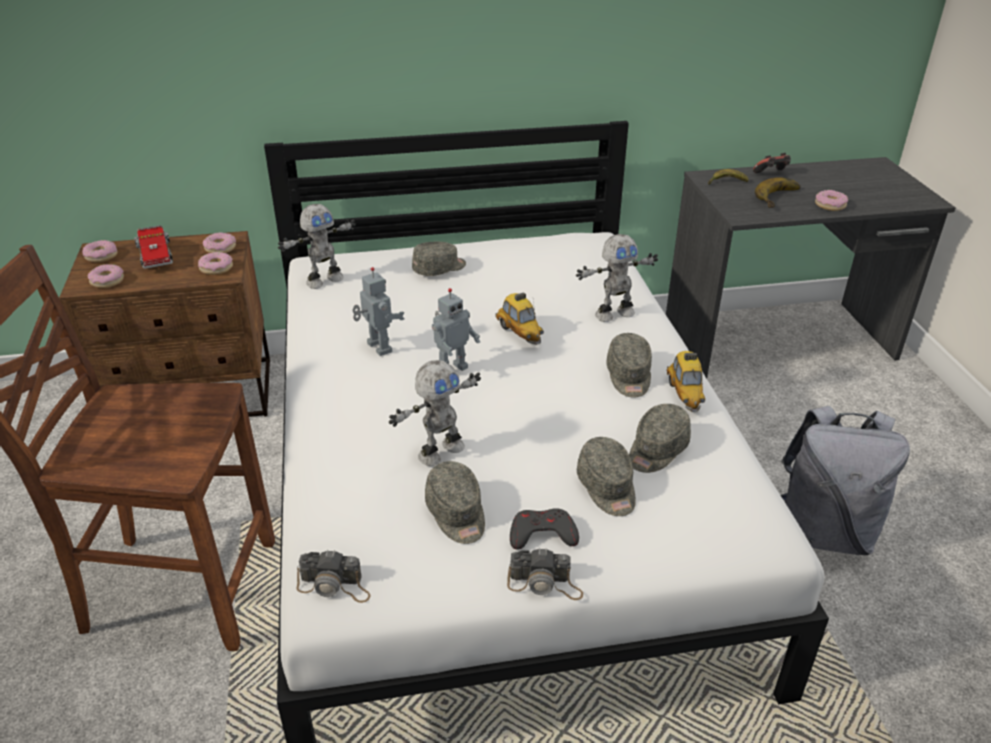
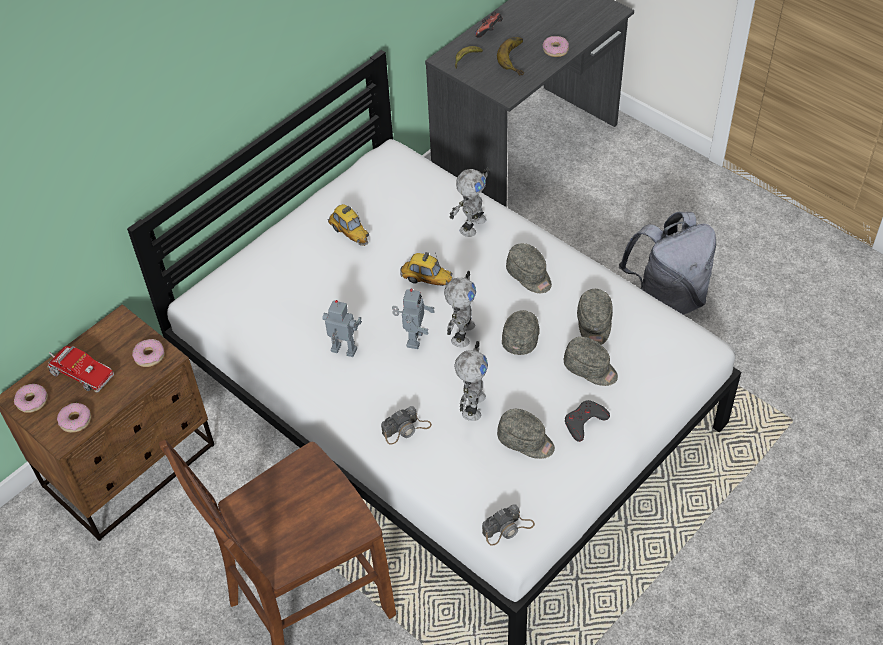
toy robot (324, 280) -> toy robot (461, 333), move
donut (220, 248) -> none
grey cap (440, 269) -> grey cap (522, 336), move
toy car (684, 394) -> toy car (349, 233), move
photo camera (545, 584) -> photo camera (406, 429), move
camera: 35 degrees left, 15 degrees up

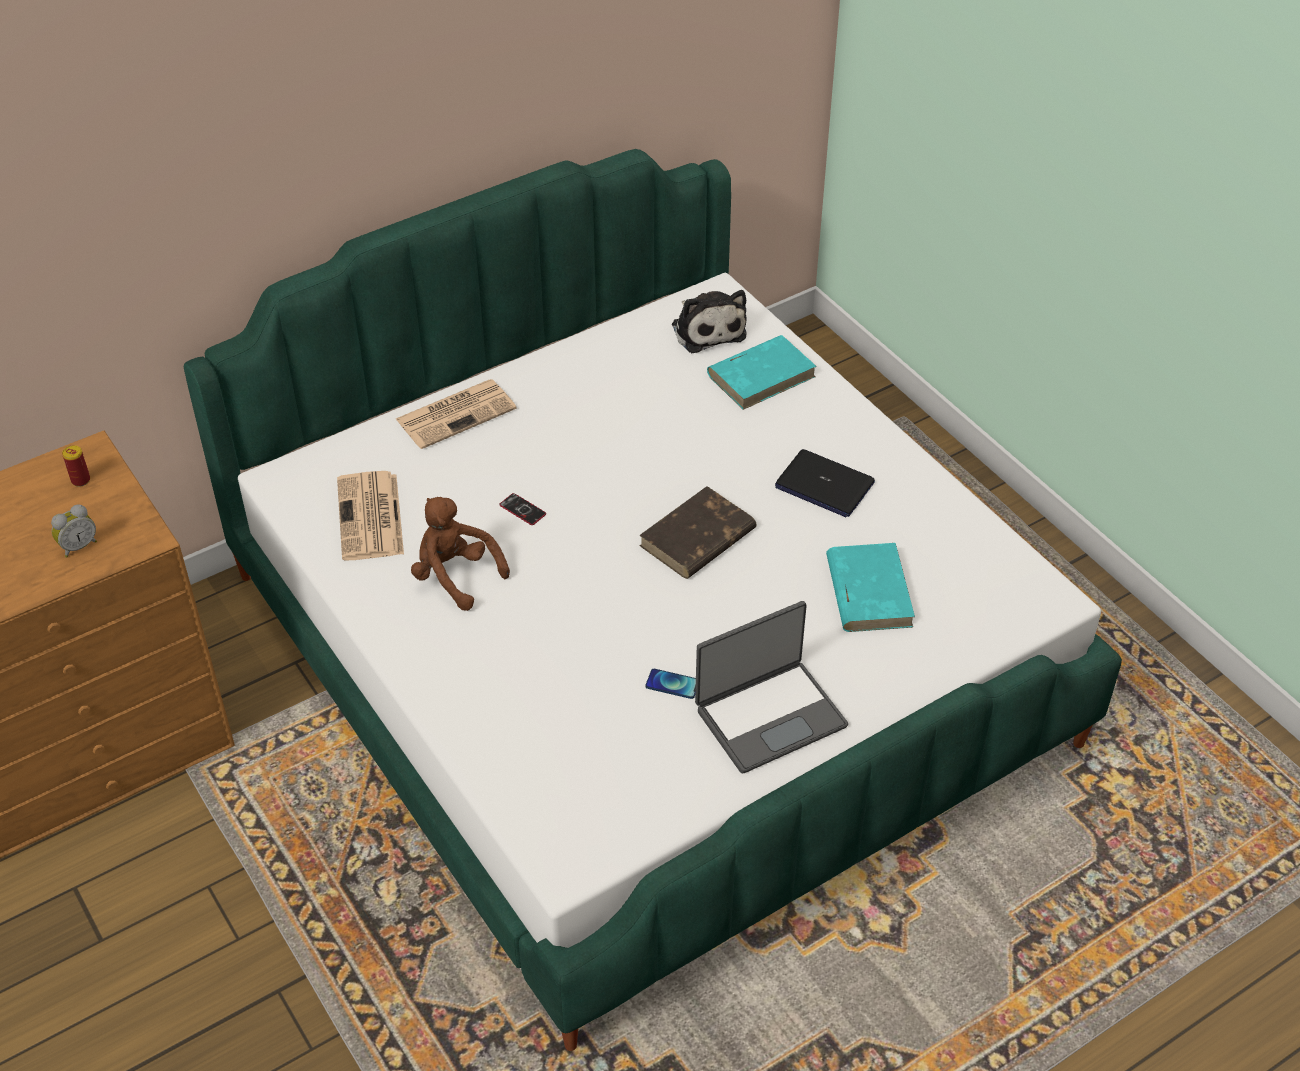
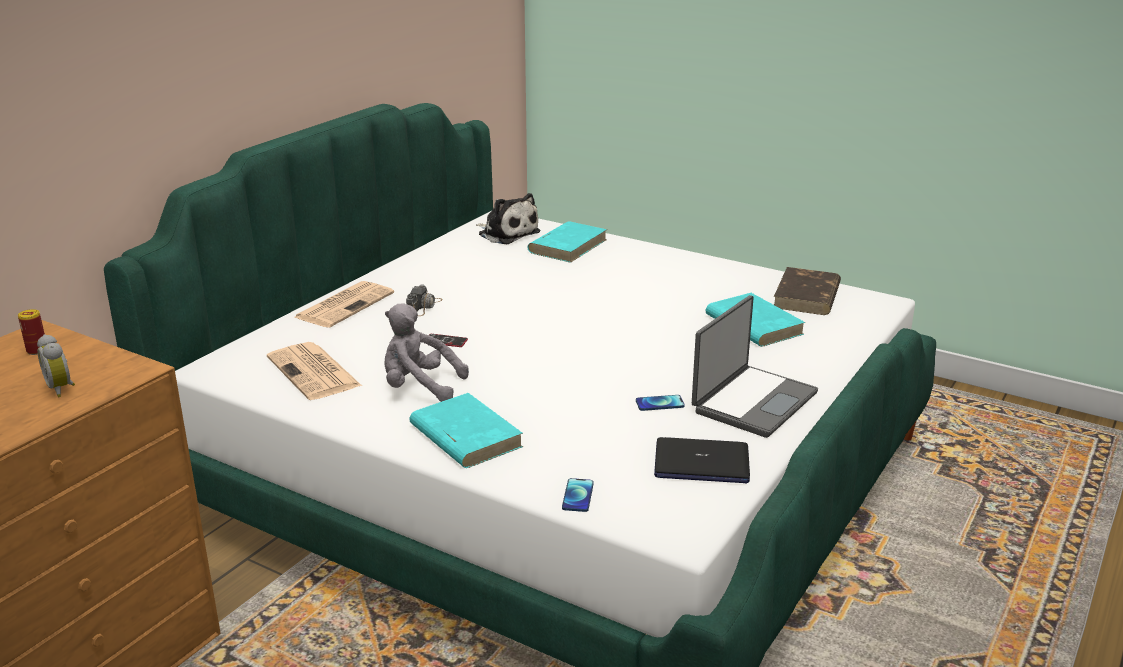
laptop (824, 485) -> laptop (701, 463), move
brown book (697, 538) -> brown book (806, 296), move
brown plush toy (455, 576) -> grey plush toy (419, 387)
alarm clock (78, 546) -> alarm clock (62, 388), 120 degrees clockwise
none -> photo camera (424, 306)
none -> turquoise book (465, 436)
none -> phone (578, 496)
camera: 25 degrees left, 20 degrees down

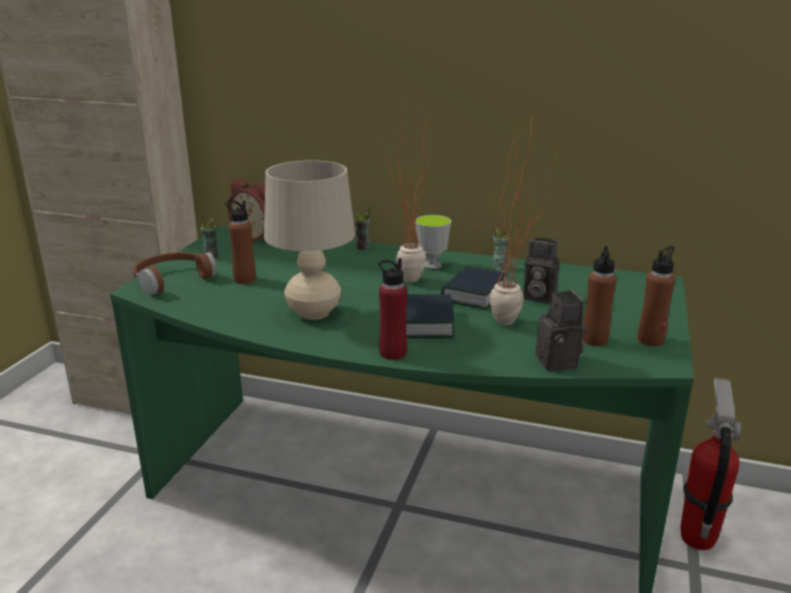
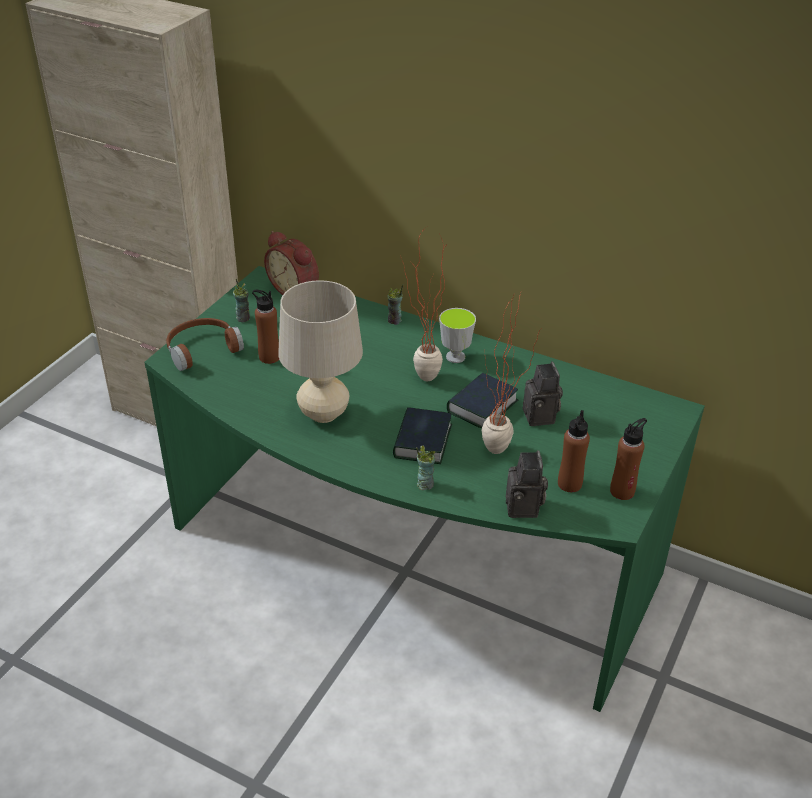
cup (499, 267) -> cup (425, 484), move
photo camera (537, 296) -> photo camera (541, 417), 135 degrees counterclockwise
red bottle (393, 353) -> none
fire extinguisher (697, 537) -> none
camera: 10 degrees right, 15 degrees up

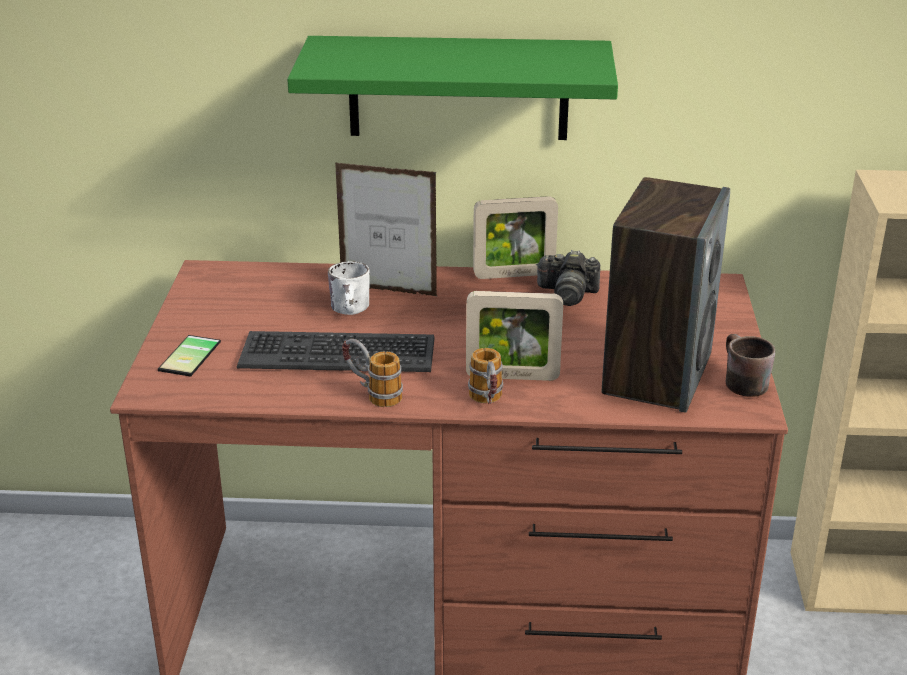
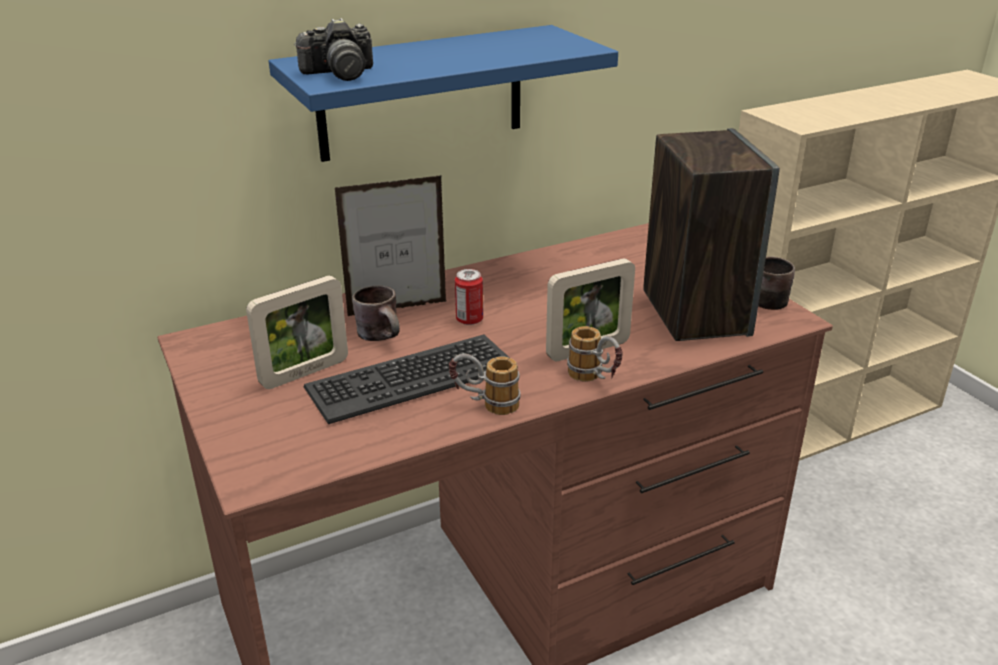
green shelf (458, 88) -> blue shelf (421, 93)
picture frame (514, 274) -> picture frame (304, 373), move
photo camera (567, 294) -> photo camera (340, 74), move
white mug (353, 311) -> brown mug (384, 335)
phone (193, 356) -> none
none -> can (469, 320)
camera: 30 degrees left, 0 degrees up

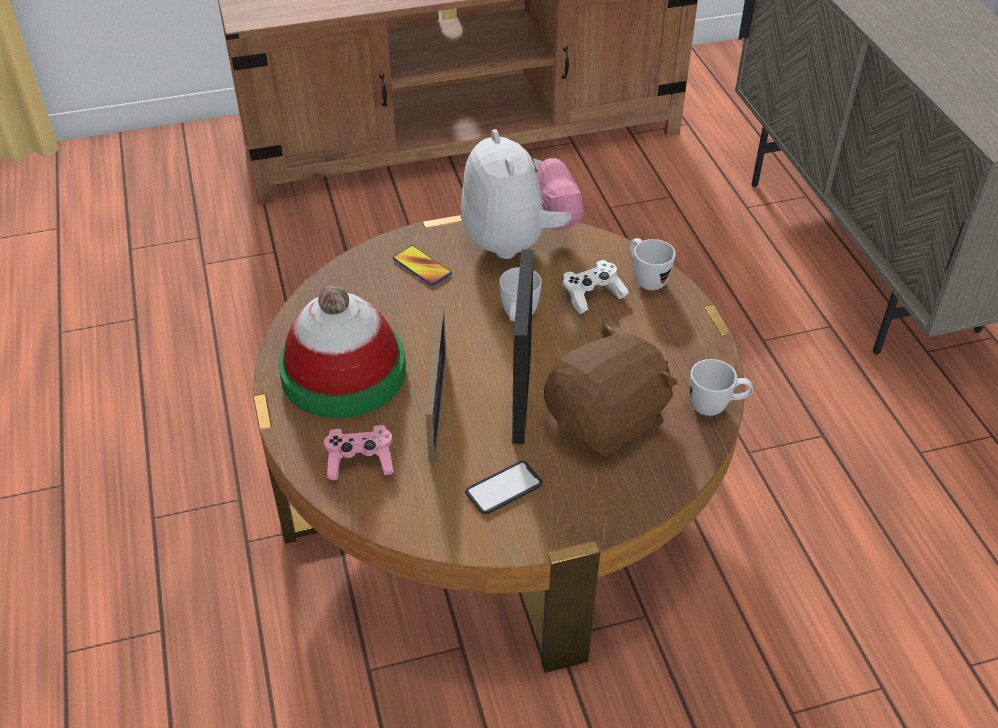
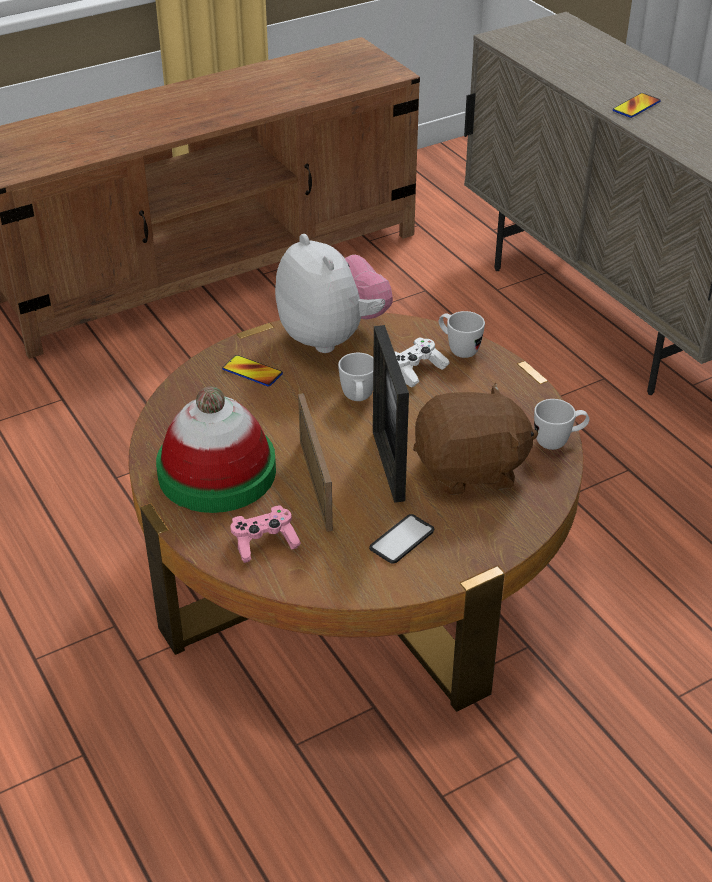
brown plush toy (608, 421) -> brown plush toy (470, 469), 45 degrees clockwise
none -> phone (636, 106)
camera: 15 degrees left, 5 degrees down

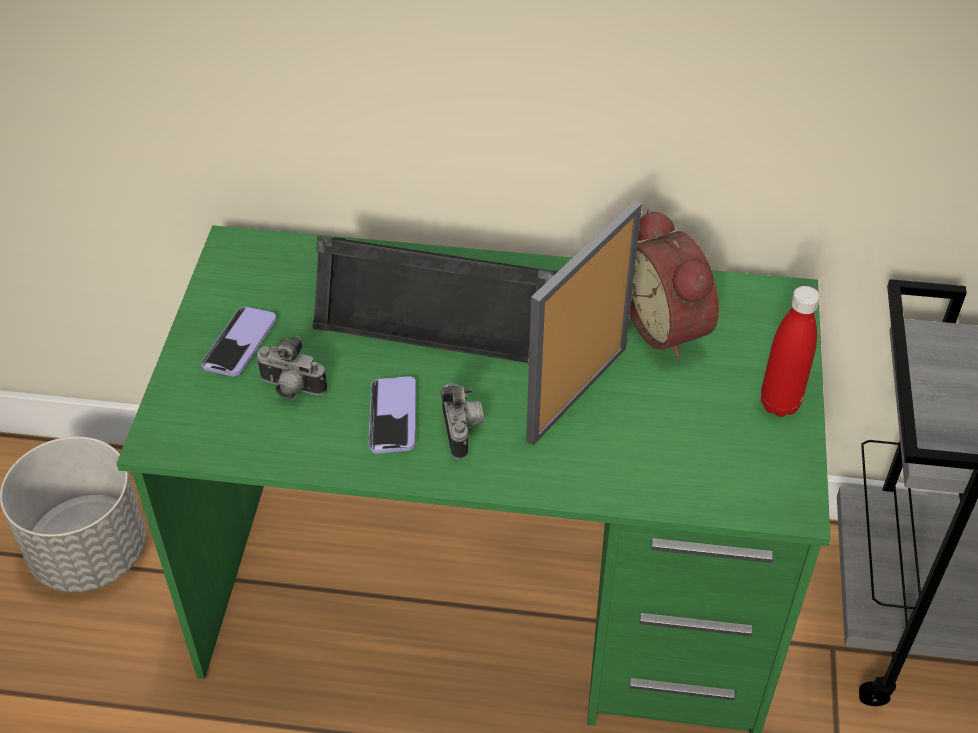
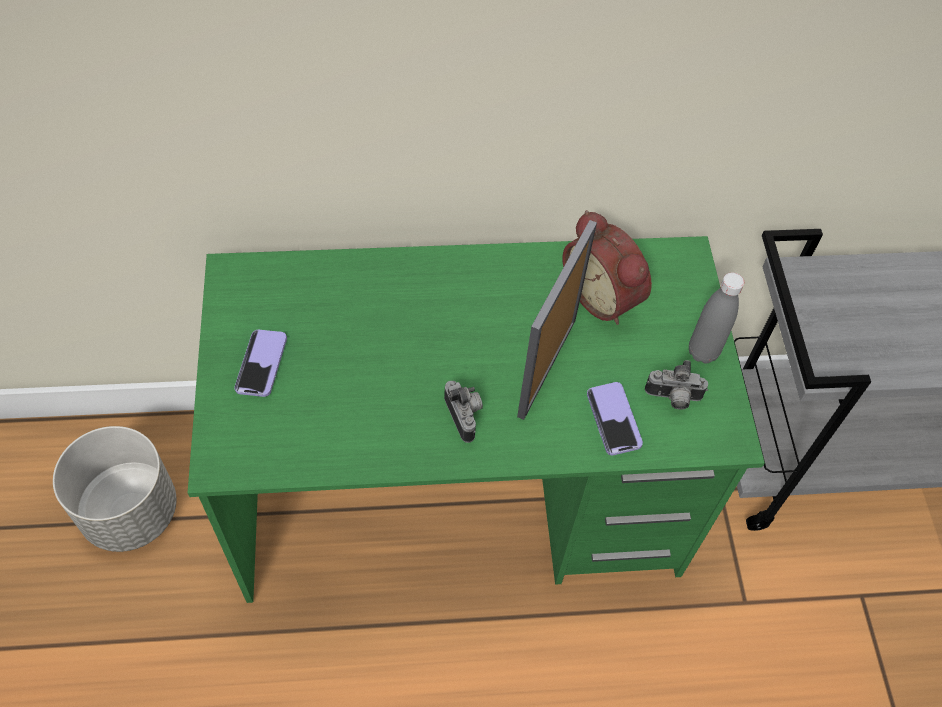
black speaker (438, 310) -> none
red bottle (779, 404) -> grey bottle (703, 352)
photo camera (290, 389) -> photo camera (673, 398), move
phone (393, 417) -> phone (613, 419), move
camera: 15 degrees left, 10 degrees up

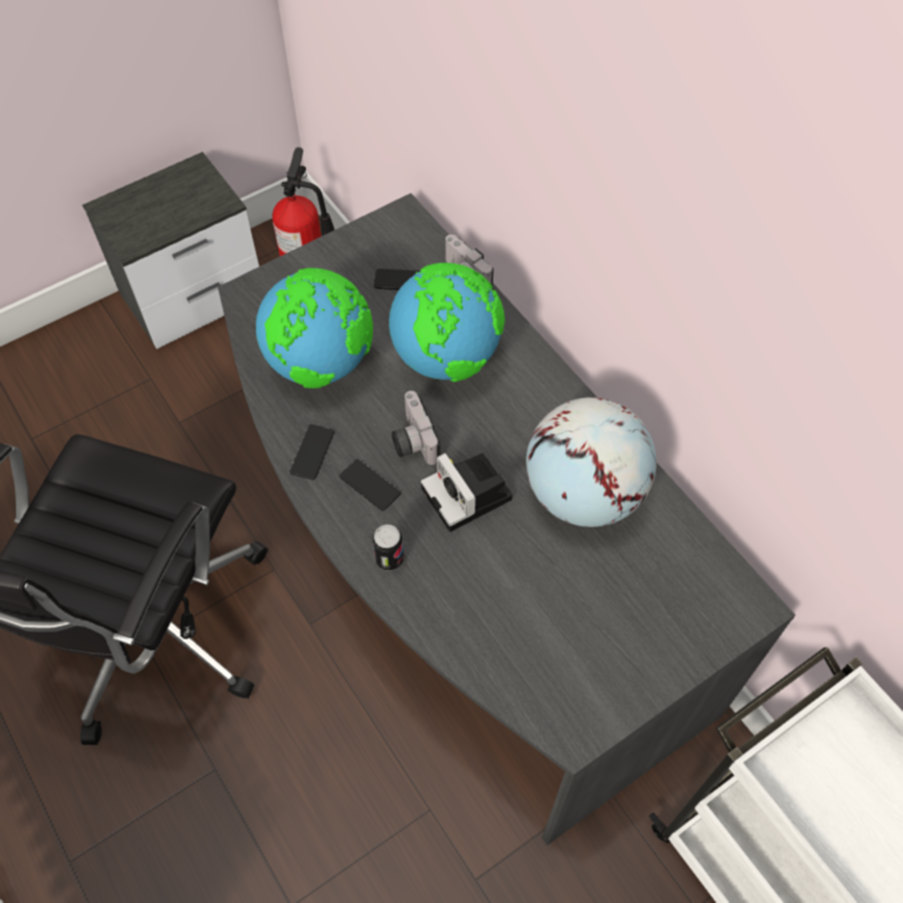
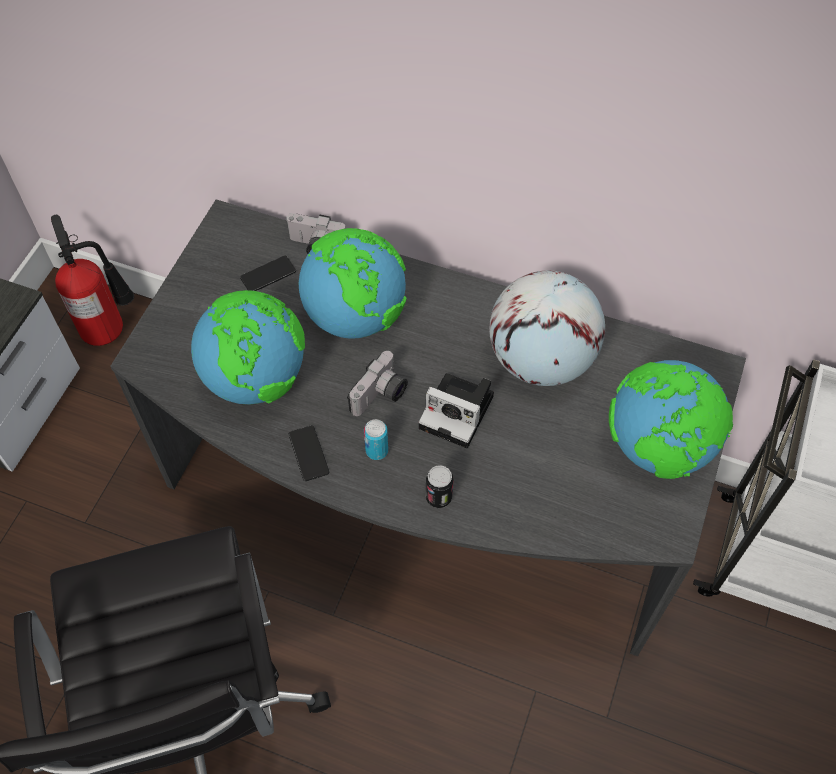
photo camera (412, 440) -> photo camera (380, 396), 90 degrees counterclockwise
phone (370, 485) -> can (377, 450)
none -> globe (658, 448)
camera: 35 degrees left, 0 degrees up

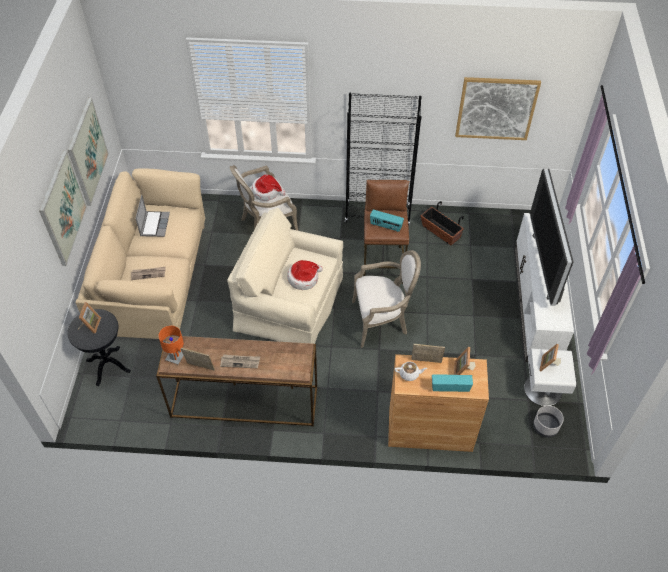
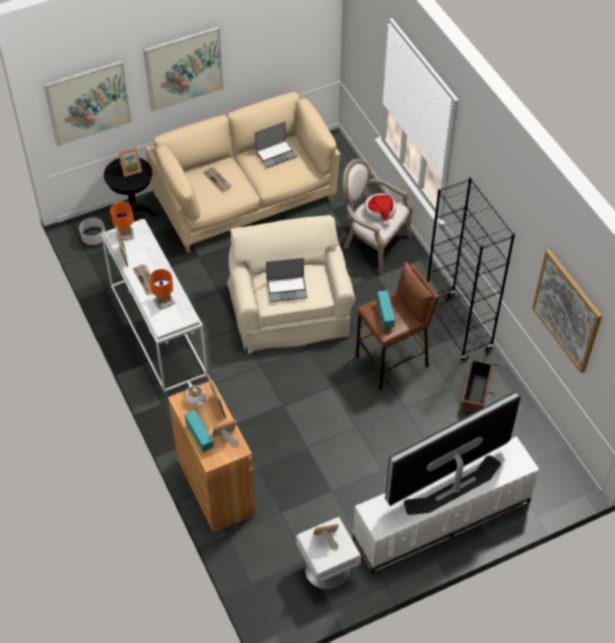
picture (87, 152) -> picture (88, 102), move
armchair (382, 321) -> none
hat (304, 278) -> laptop (287, 289)
brown console table (243, 403) -> white console table (156, 329)
grey planter (545, 427) -> grey planter (94, 240), move
none -> orange table lamp (164, 302)
camera: 60 degrees right, 0 degrees up

